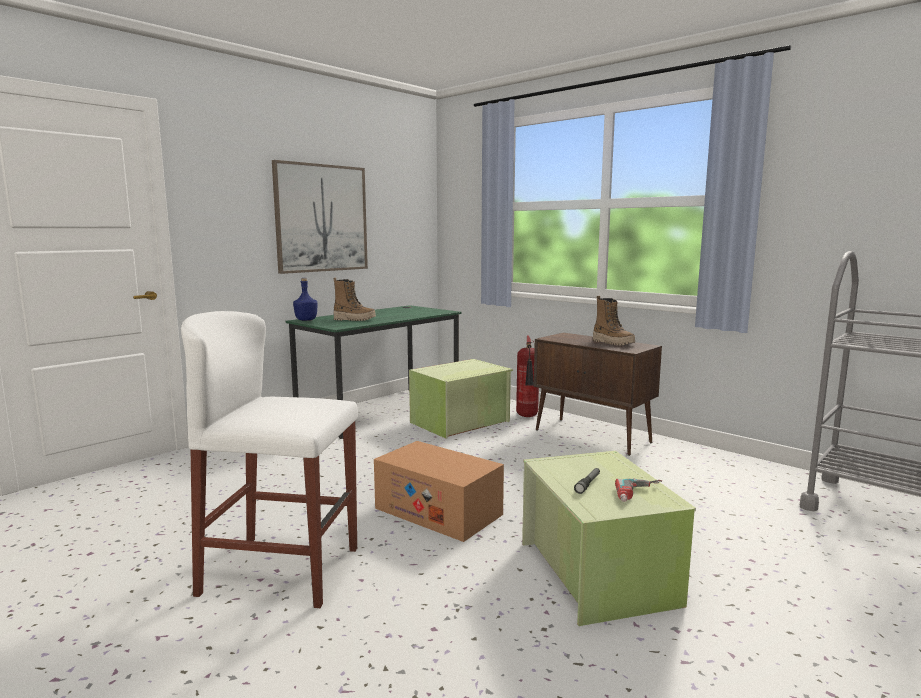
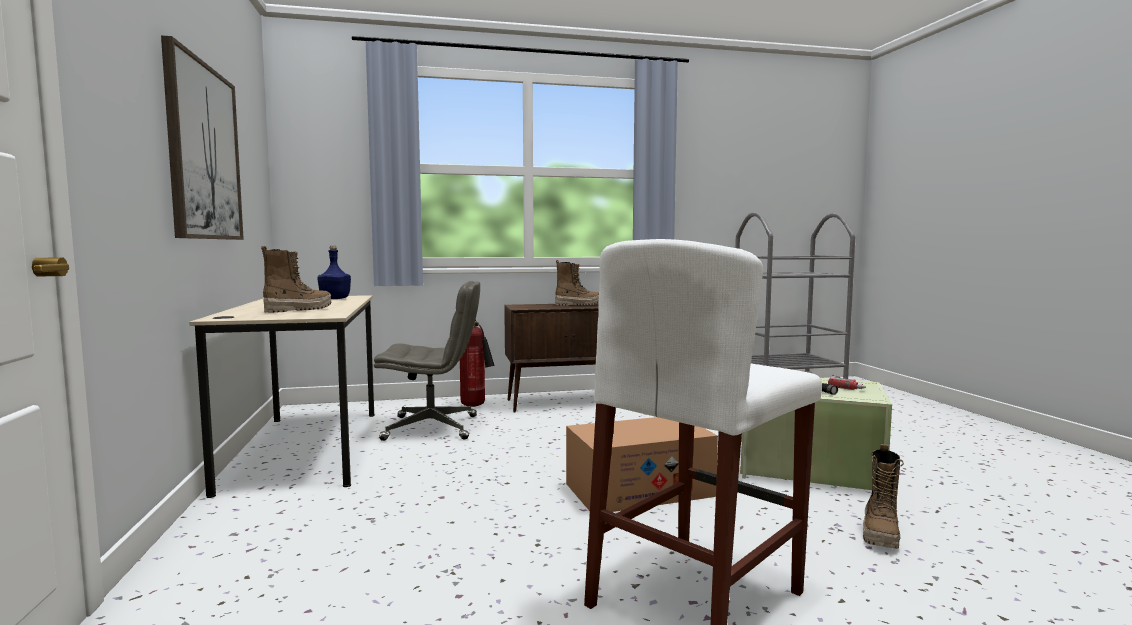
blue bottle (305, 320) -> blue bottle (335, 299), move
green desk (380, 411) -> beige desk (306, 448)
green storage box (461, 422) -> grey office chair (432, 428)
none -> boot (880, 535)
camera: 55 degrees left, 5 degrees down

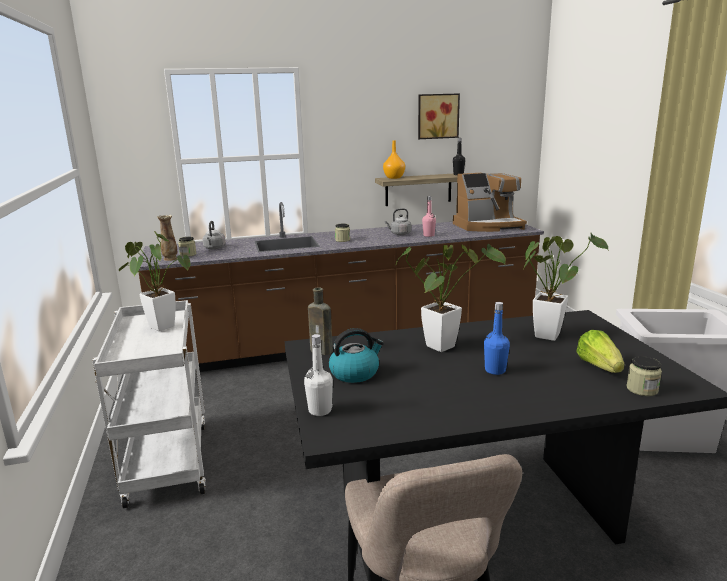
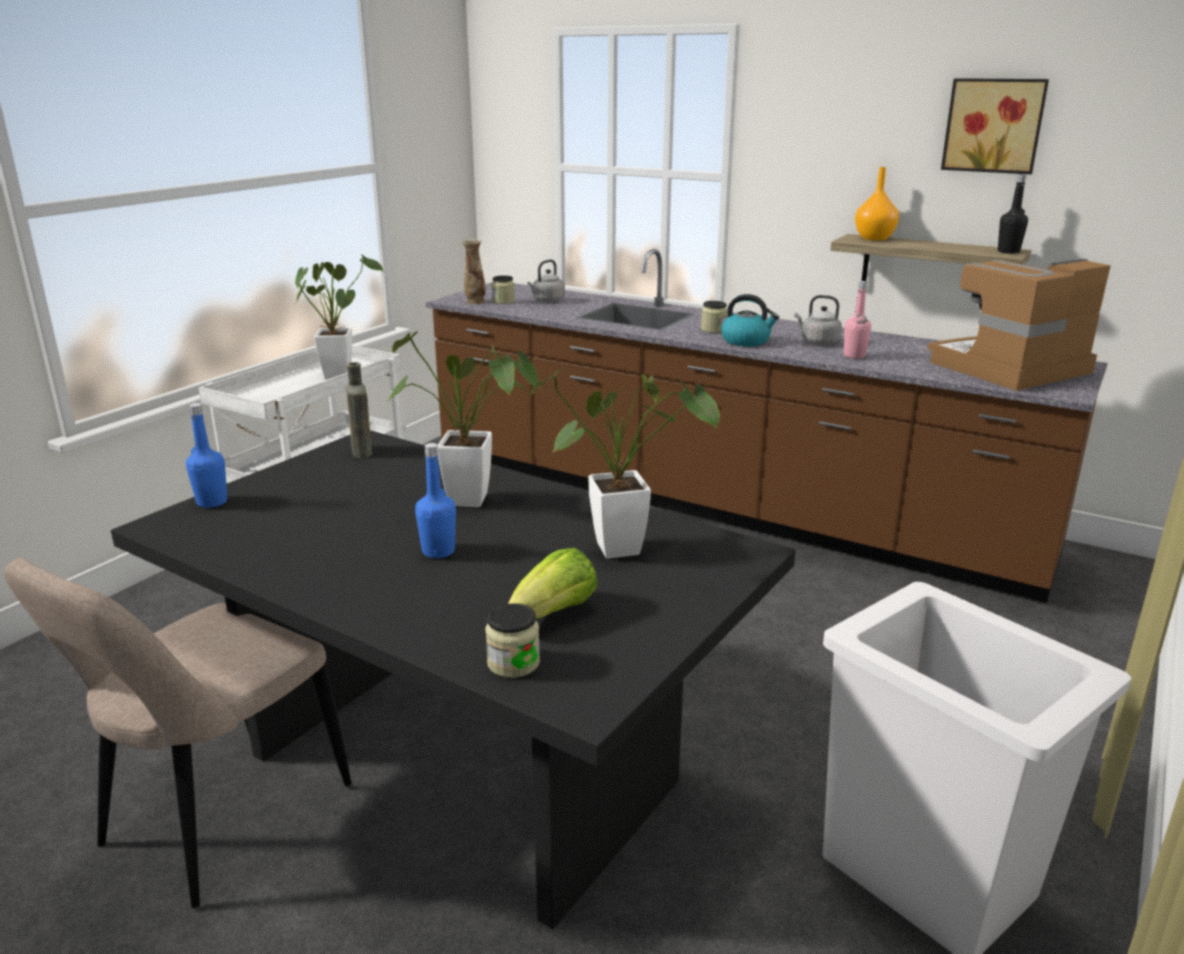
coffee machine (488, 226) -> coffee machine (1009, 368), 120 degrees clockwise
kettle (355, 373) -> kettle (746, 341), move
white bottle (320, 410) -> blue bottle (212, 502)
camera: 45 degrees right, 5 degrees up

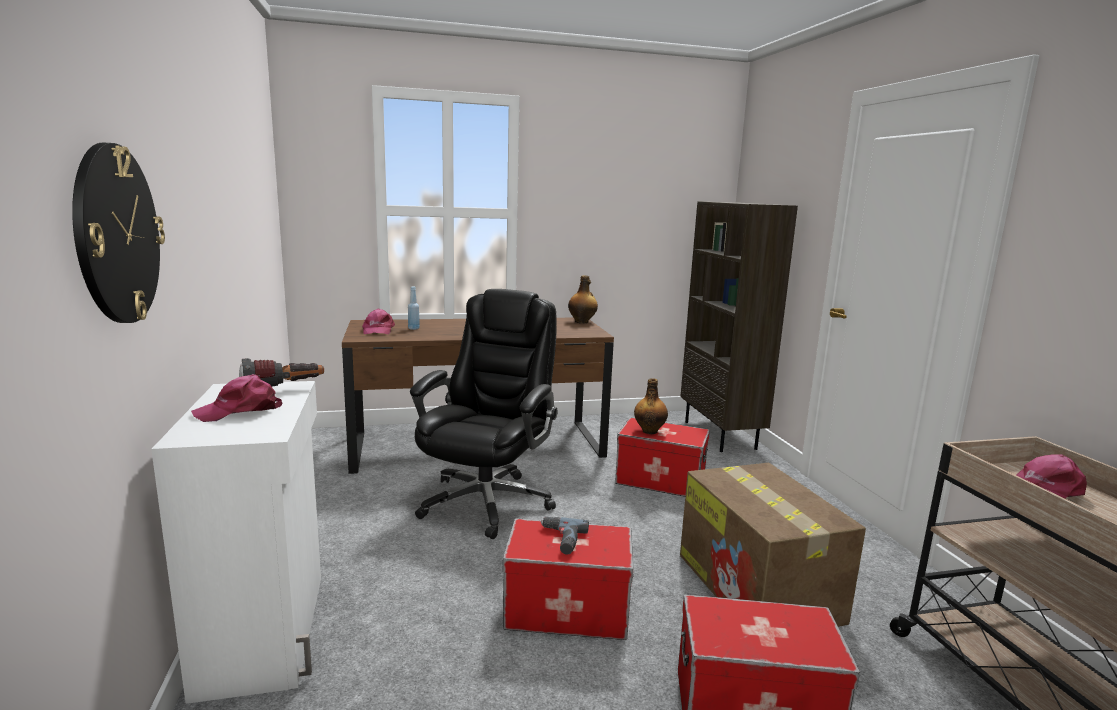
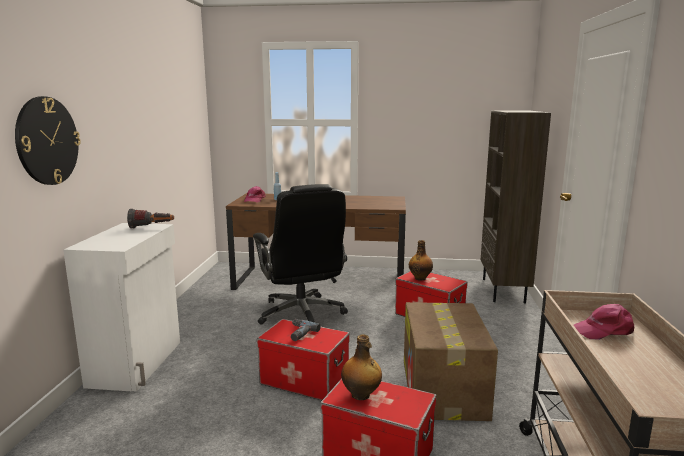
bottle (582, 322) -> bottle (361, 395), move
black office chair (487, 501) -> black office chair (302, 314), 120 degrees clockwise
pink cap (240, 410) -> none
camera: 20 degrees right, 0 degrees up

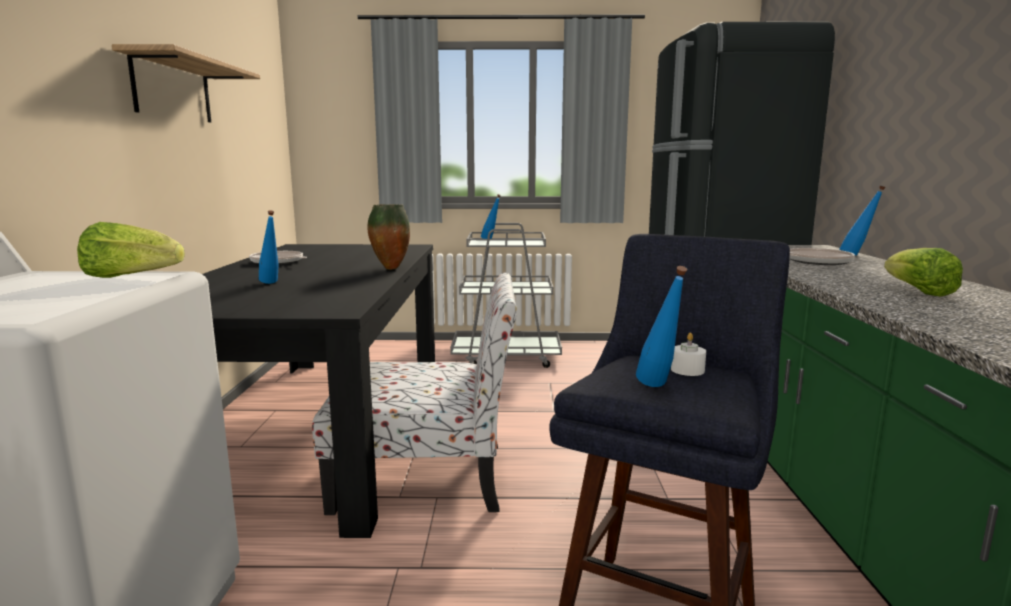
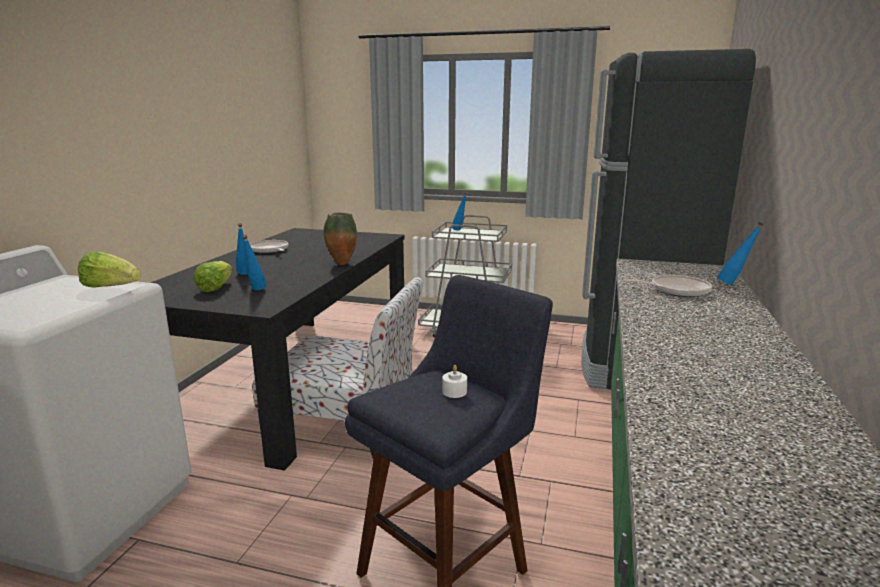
shelf (173, 90) -> none
lettuce (918, 291) -> lettuce (215, 287), move
blue bottle (659, 388) -> blue bottle (256, 291), move
camera: 15 degrees right, 5 degrees up

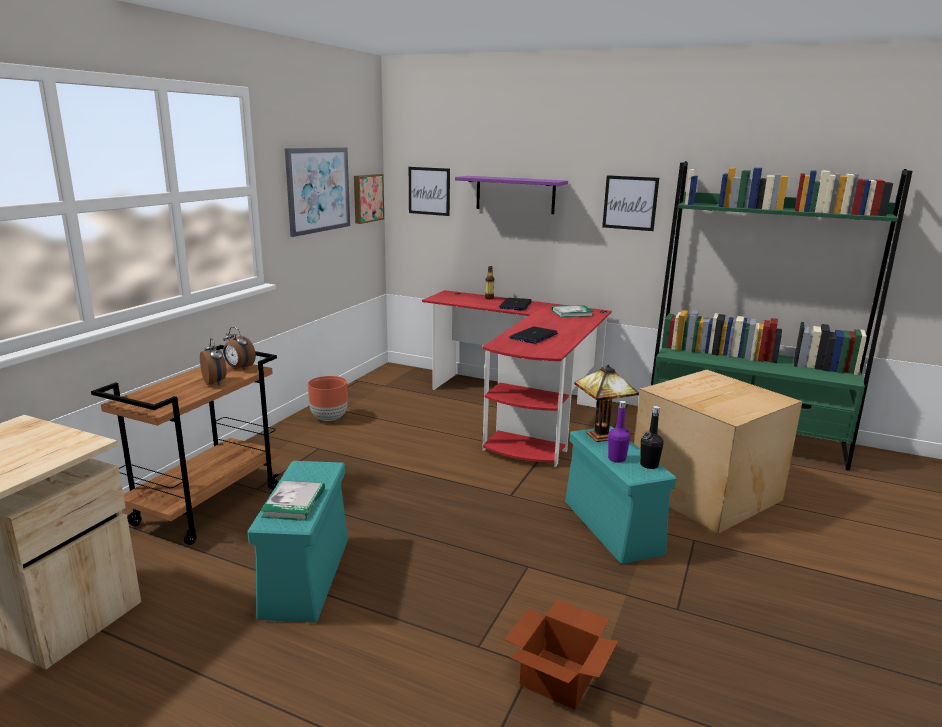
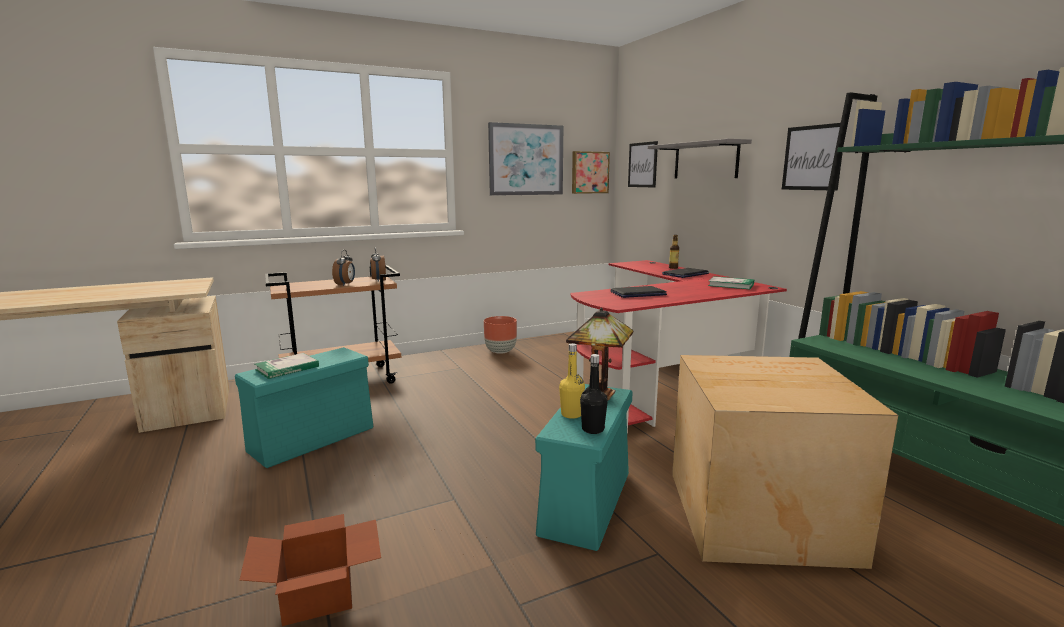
purple shelf (515, 194) -> grey shelf (705, 160)
purple bottle (616, 459) -> yellow bottle (571, 414)
camera: 40 degrees right, 5 degrees down

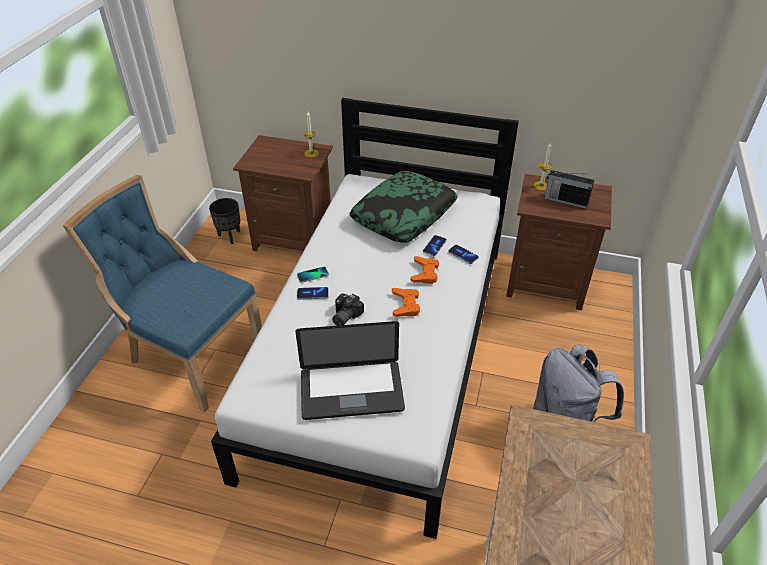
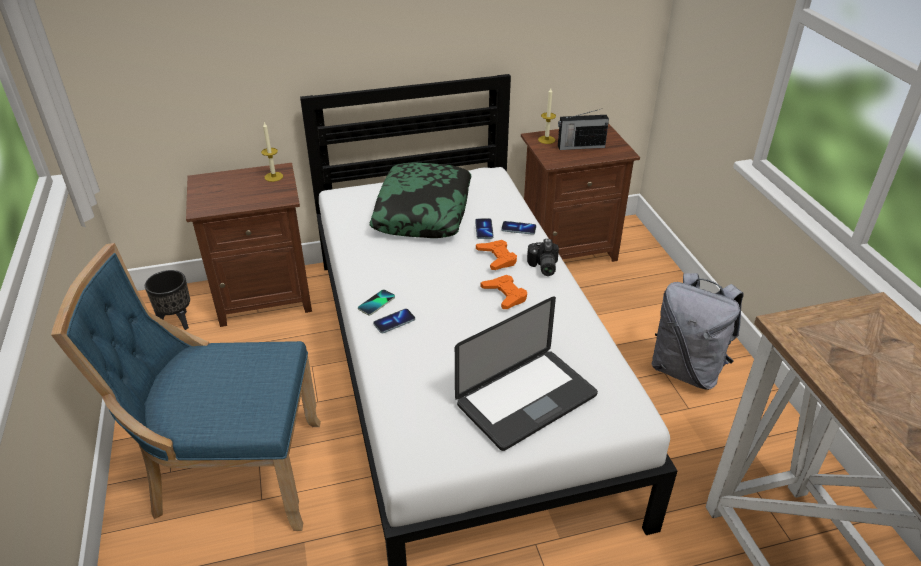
photo camera (344, 316) -> photo camera (542, 266), move
camera: 30 degrees left, 5 degrees down

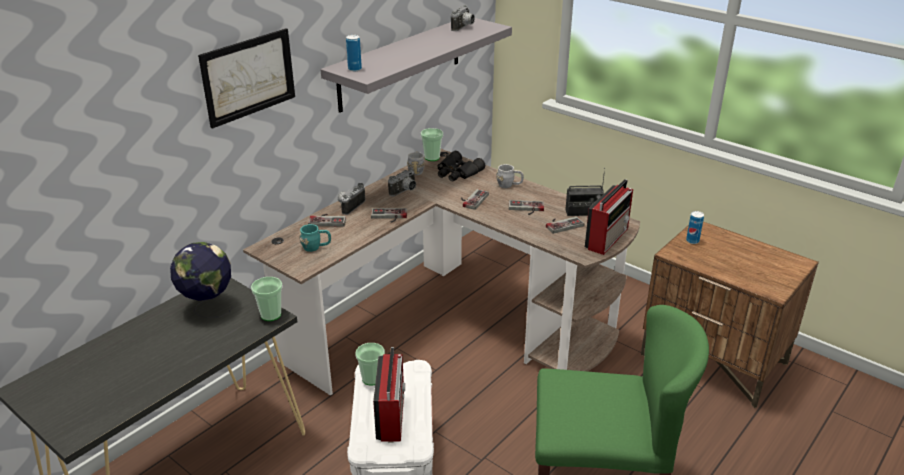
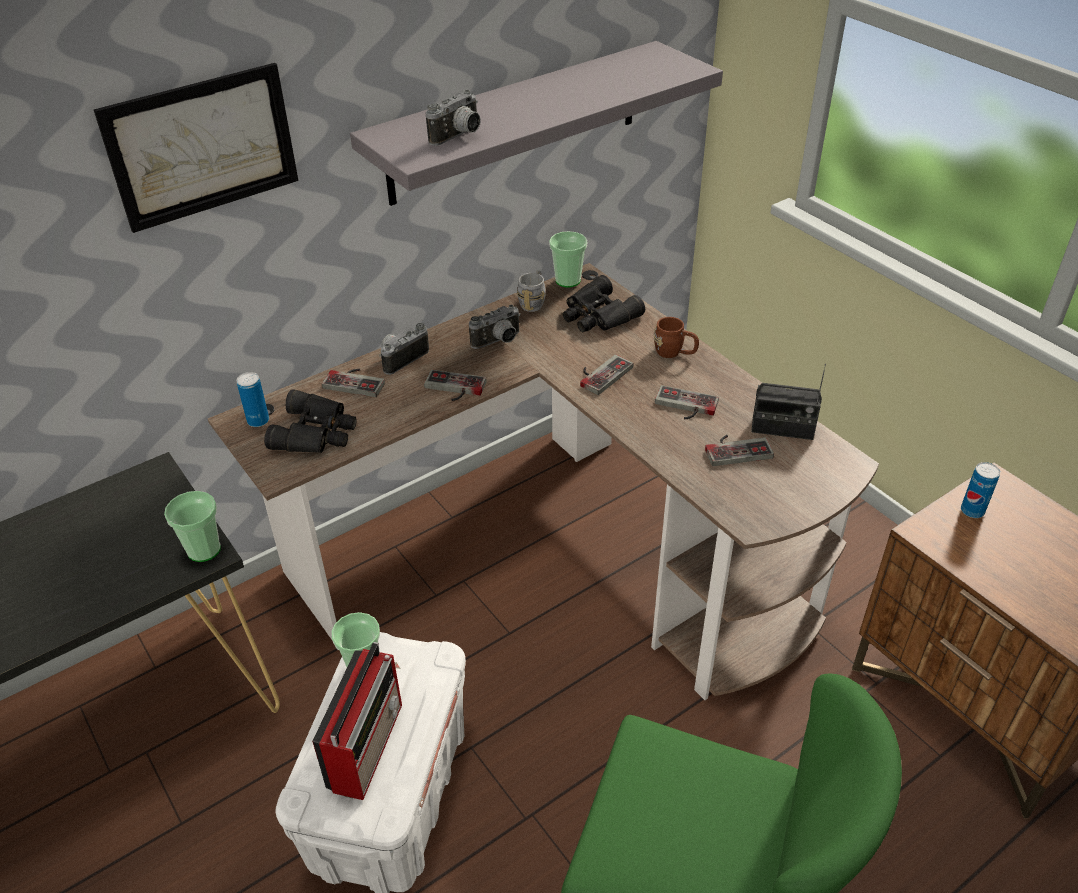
photo camera (464, 27) -> photo camera (459, 136), move
can (354, 69) -> can (258, 421), move
grey mug (509, 185) -> brown mug (674, 353)
radio (607, 238) -> none
turquoise mug (316, 247) -> black binoculars (316, 432)
globe (208, 307) -> none
camera: 15 degrees right, 10 degrees up

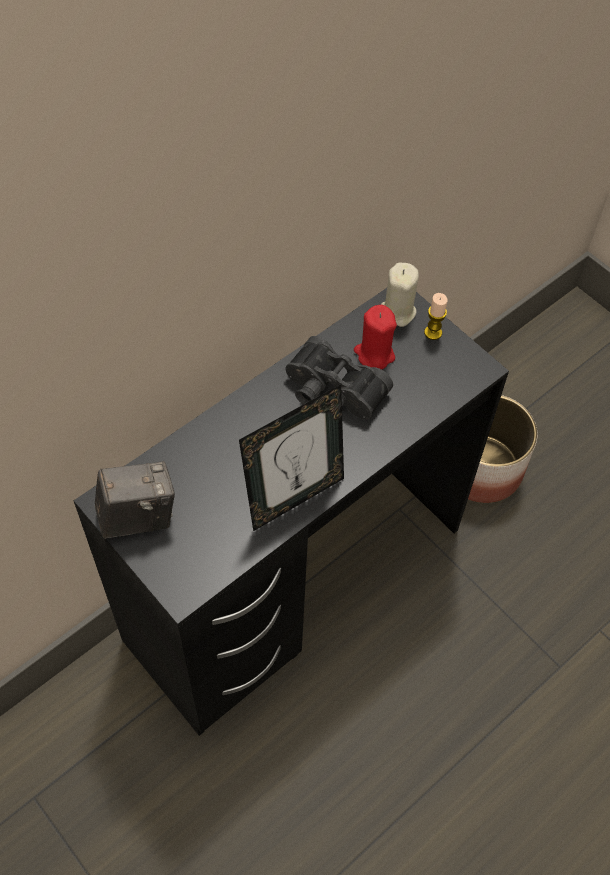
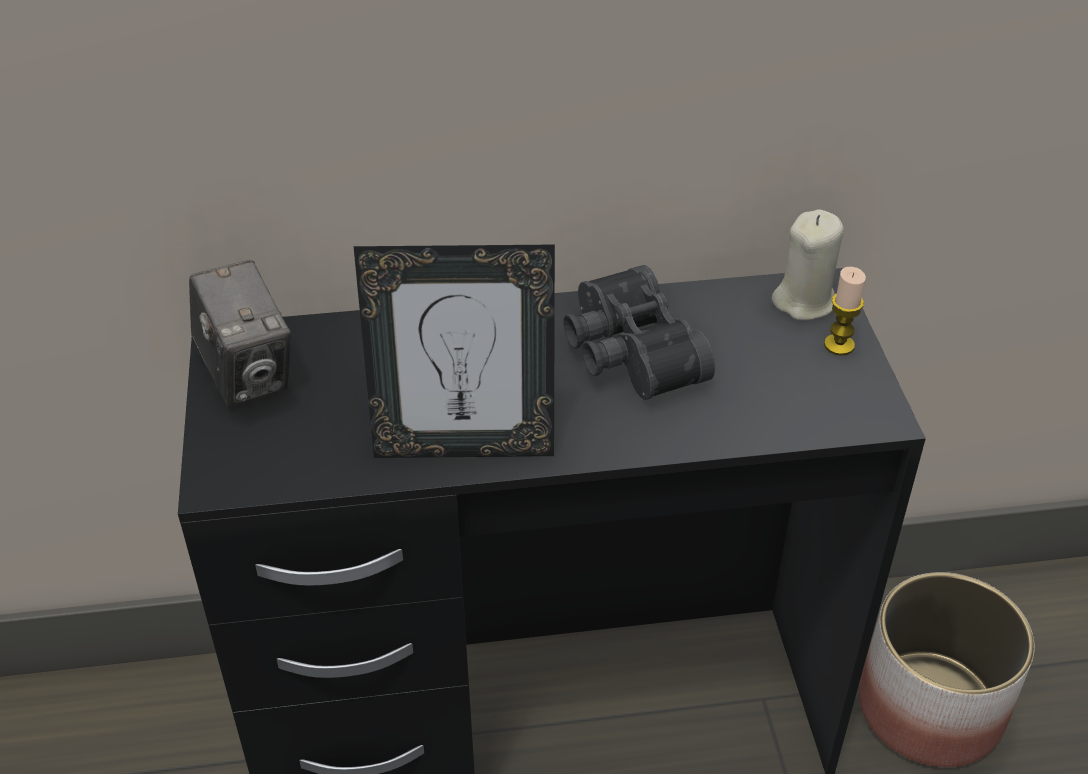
red candle (374, 354) -> none
photo camera (138, 516) -> photo camera (248, 374), 45 degrees clockwise
camera: 35 degrees right, 15 degrees down

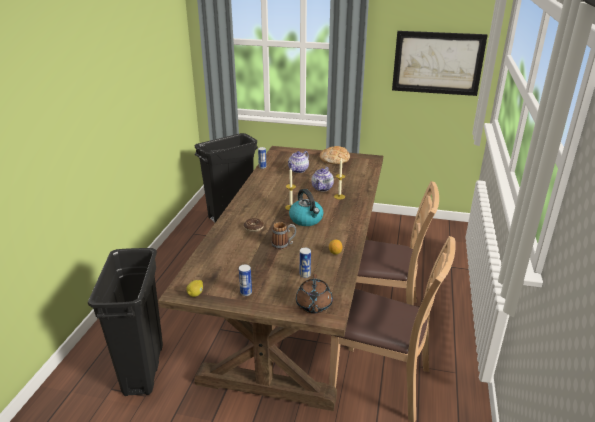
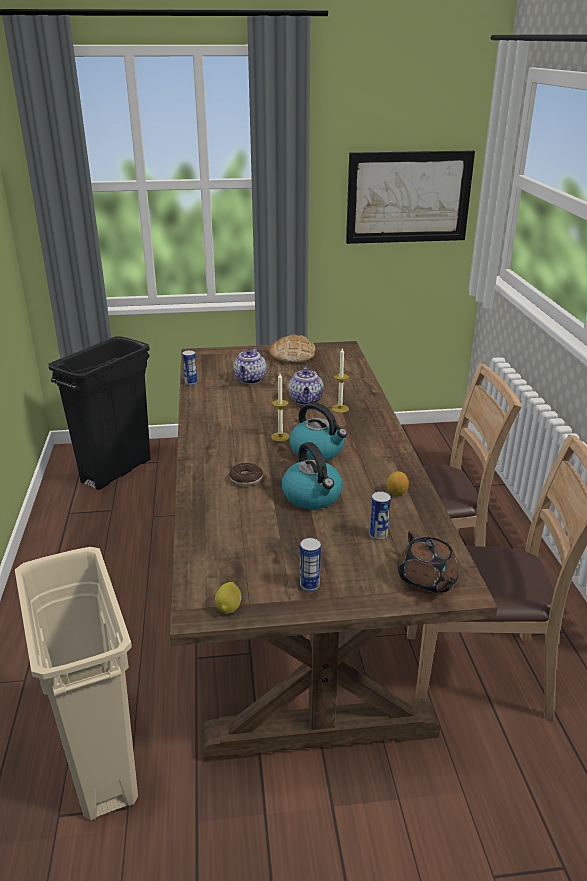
mug (284, 245) -> kettle (312, 496)
black trash can (143, 369) -> beige trash can (100, 762)
camera: 20 degrees left, 0 degrees up

